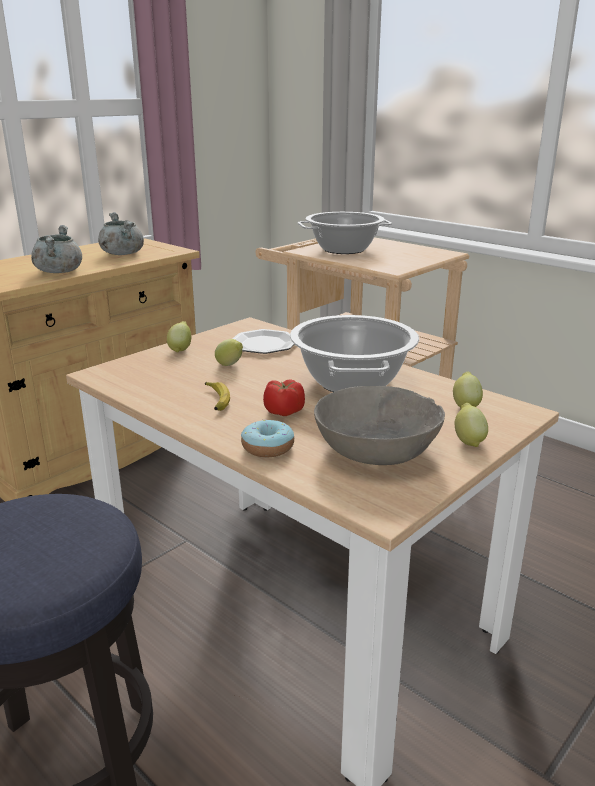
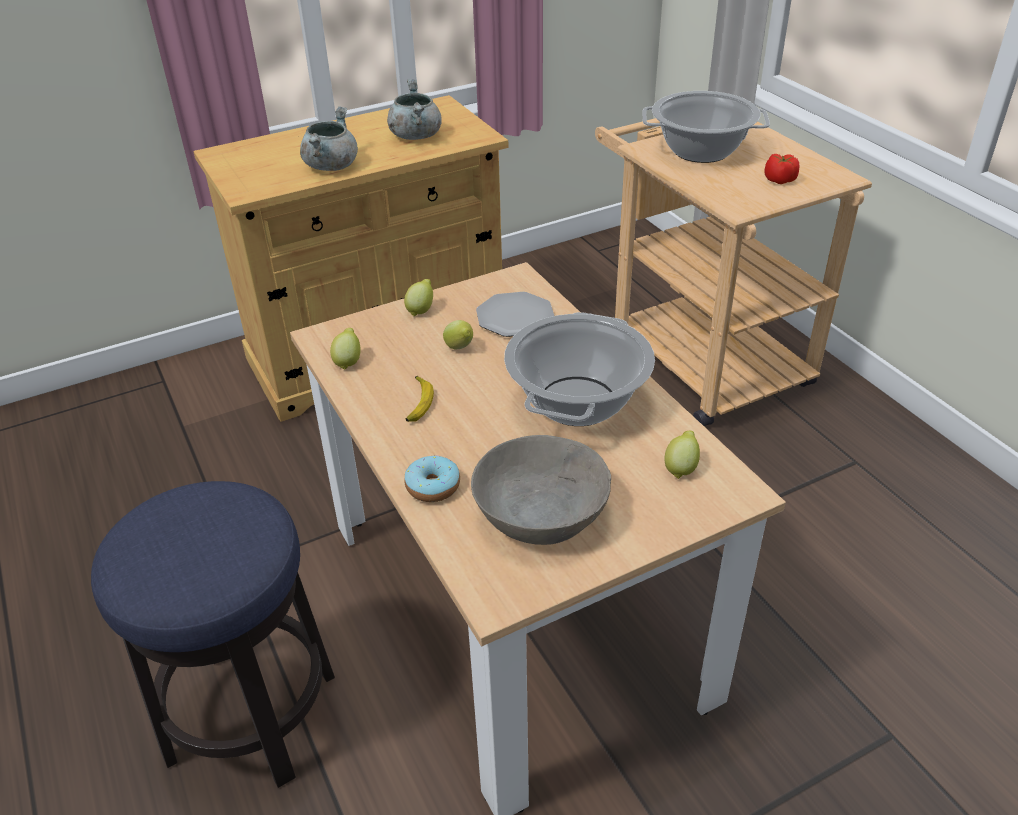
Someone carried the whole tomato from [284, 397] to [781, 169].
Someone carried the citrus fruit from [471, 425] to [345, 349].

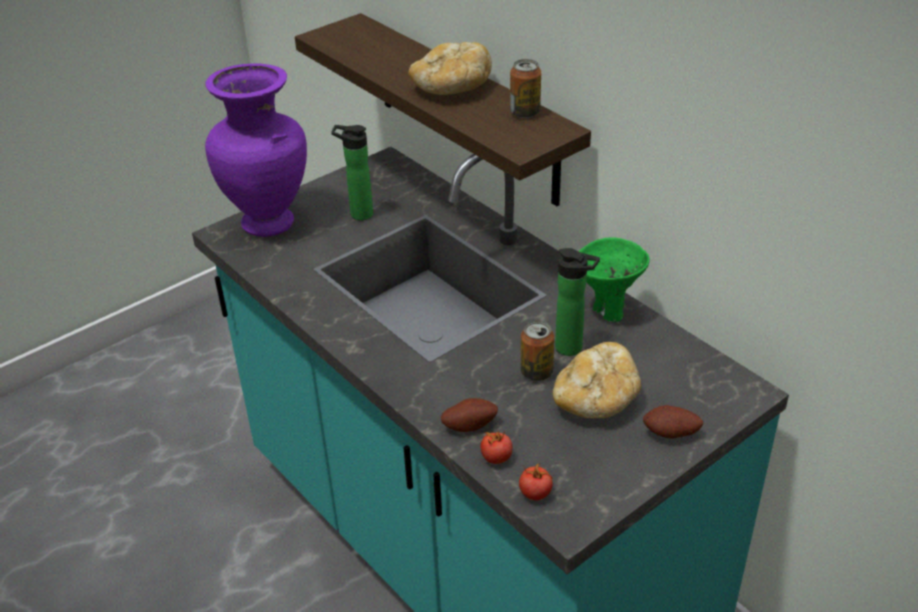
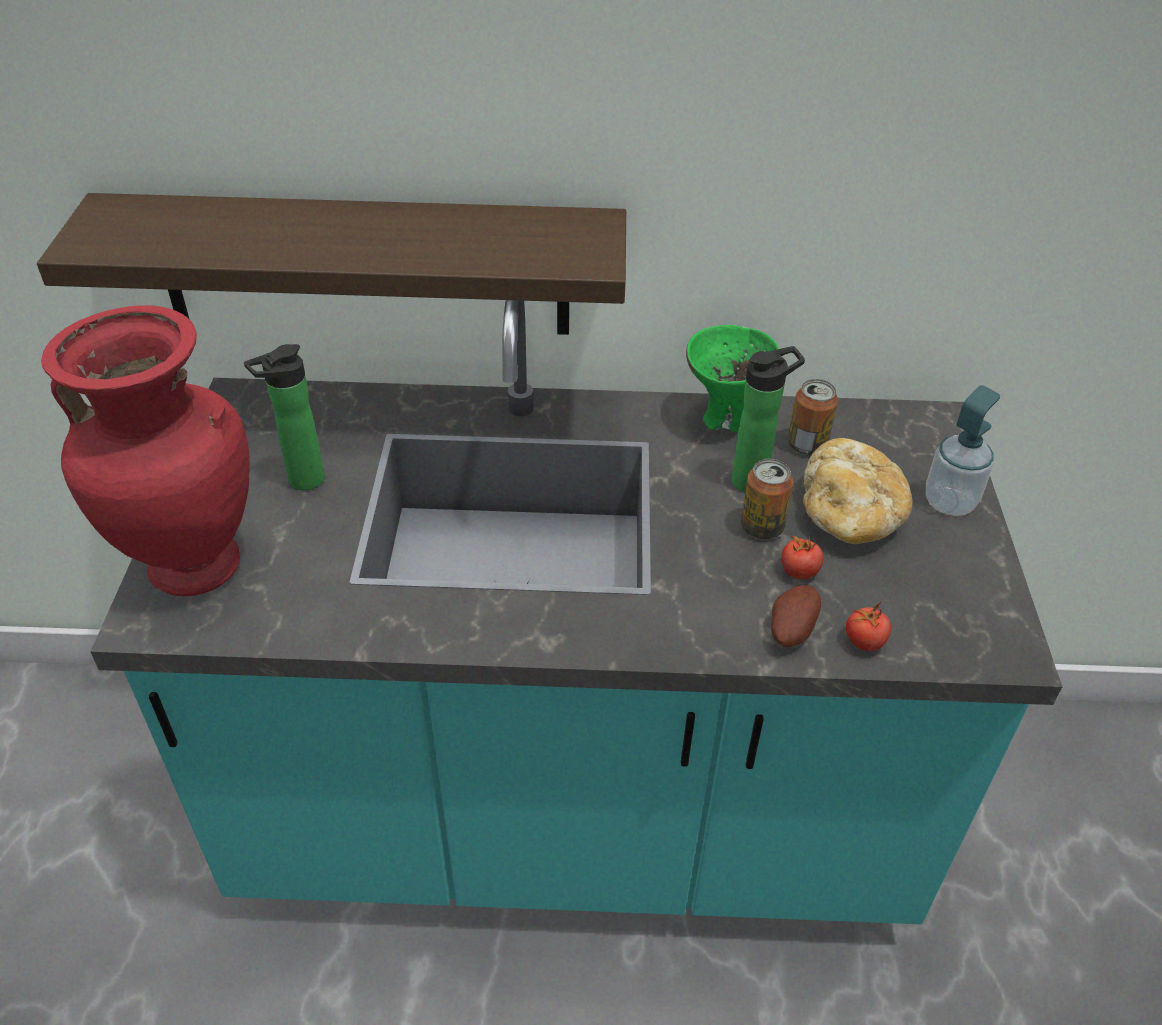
Someone took away the baked bread at [450, 68].
Someone carried the sealed can from [525, 88] to [812, 417].
Someone repainted the flower vase in purple at [256, 150], which became the flower vase in red-coloured at [145, 450].
Someone swapped the spud at [673, 421] for the liquid soap bottle at [963, 450].
Someone carried the whole tomato from [536, 482] to [802, 557].

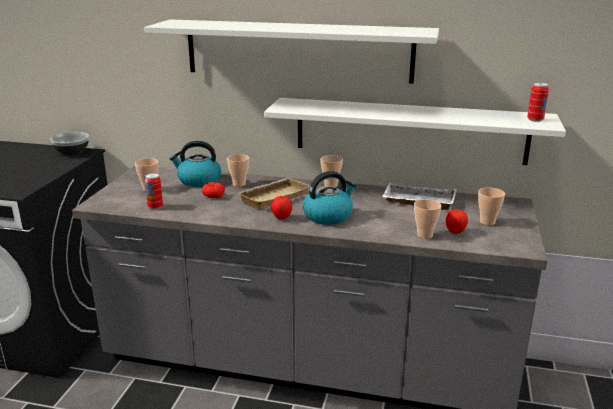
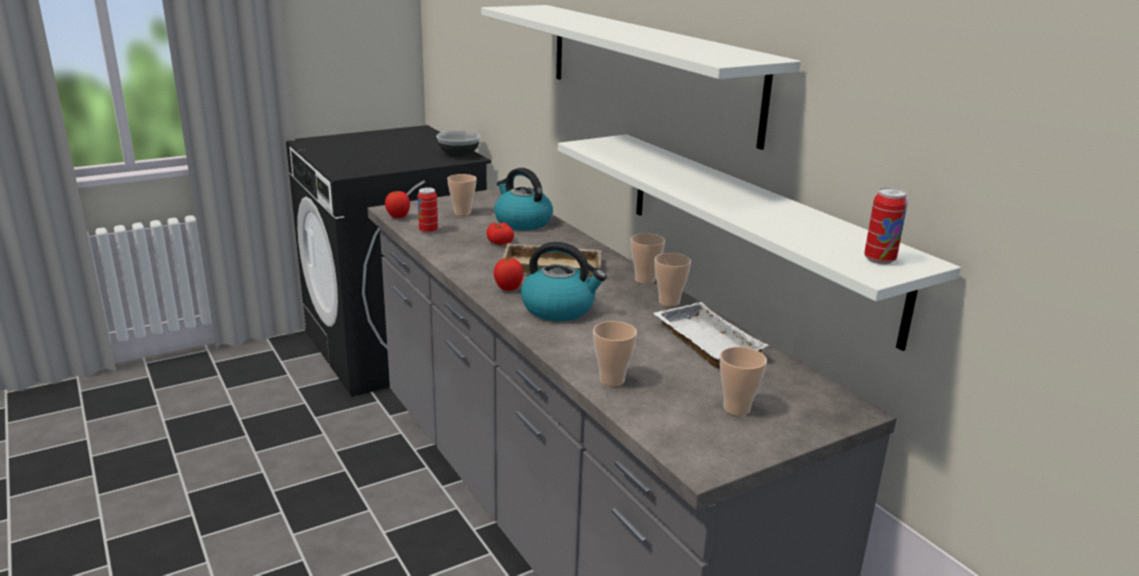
Someone carried the small cup from [238, 170] to [672, 280].
Someone carried the whole tomato from [457, 221] to [397, 204].

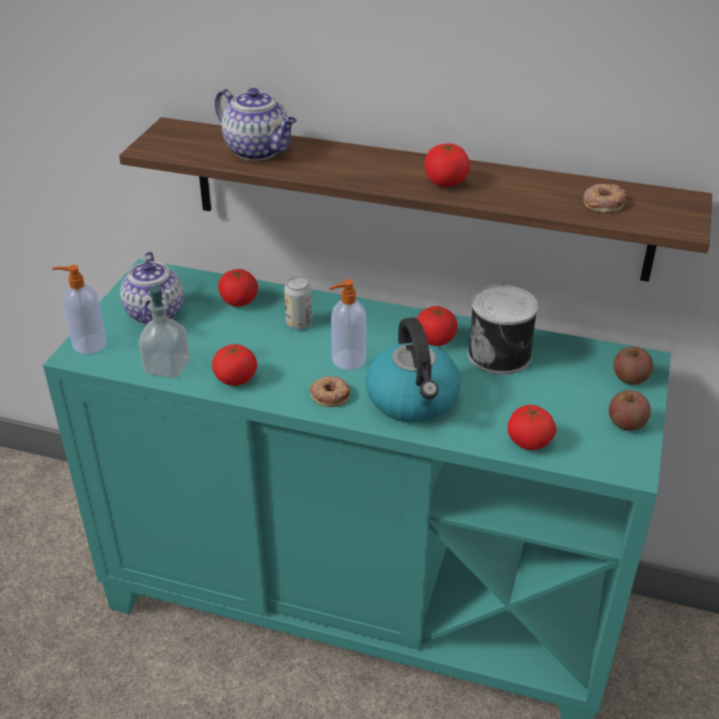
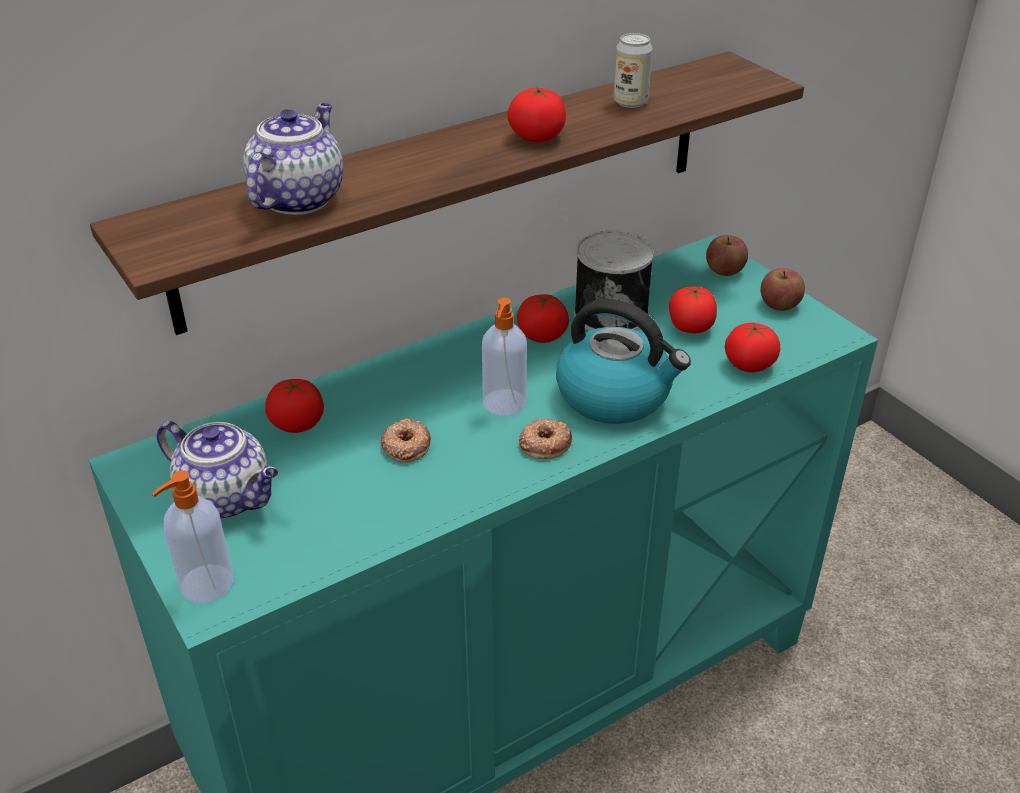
Someone rotated the teapot at [256, 124] by 60 degrees counterclockwise.
Someone carried the doughnut from [605, 198] to [406, 441].
Someone carried the sealed can from [298, 303] to [633, 70].
Someone took away the liquid soap bottle at [164, 331].
Someone carried the whole tomato from [234, 364] to [693, 309].

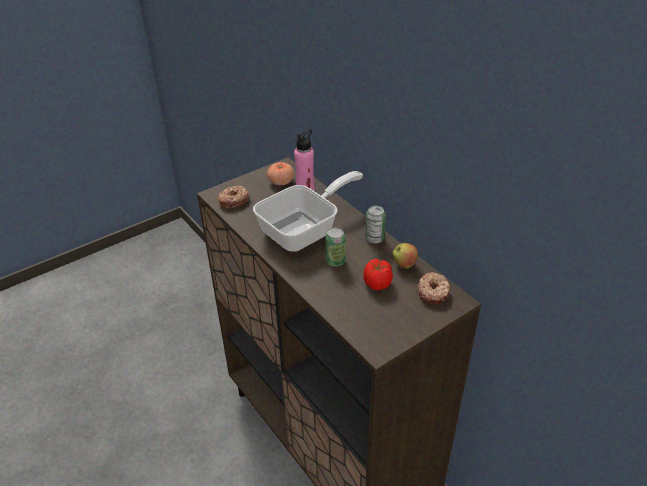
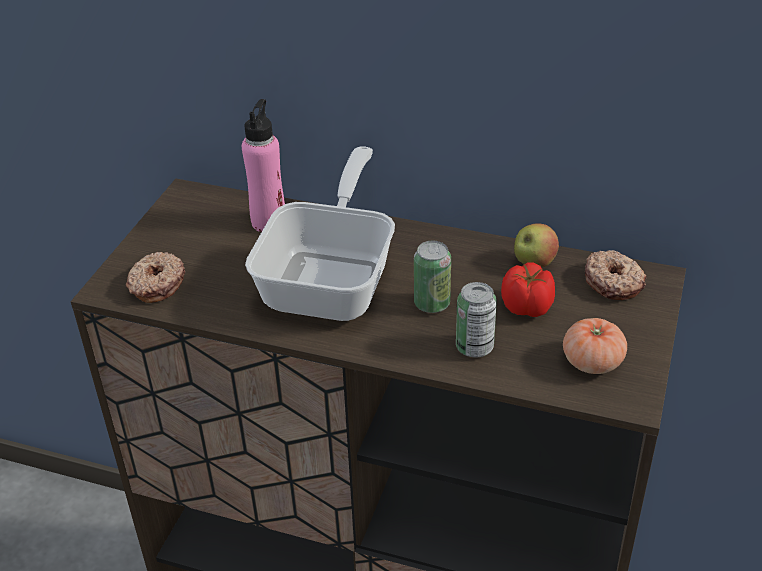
Someone carried the whole tomato from [280, 173] to [595, 346].
Someone carried the sealed can from [375, 225] to [476, 319].

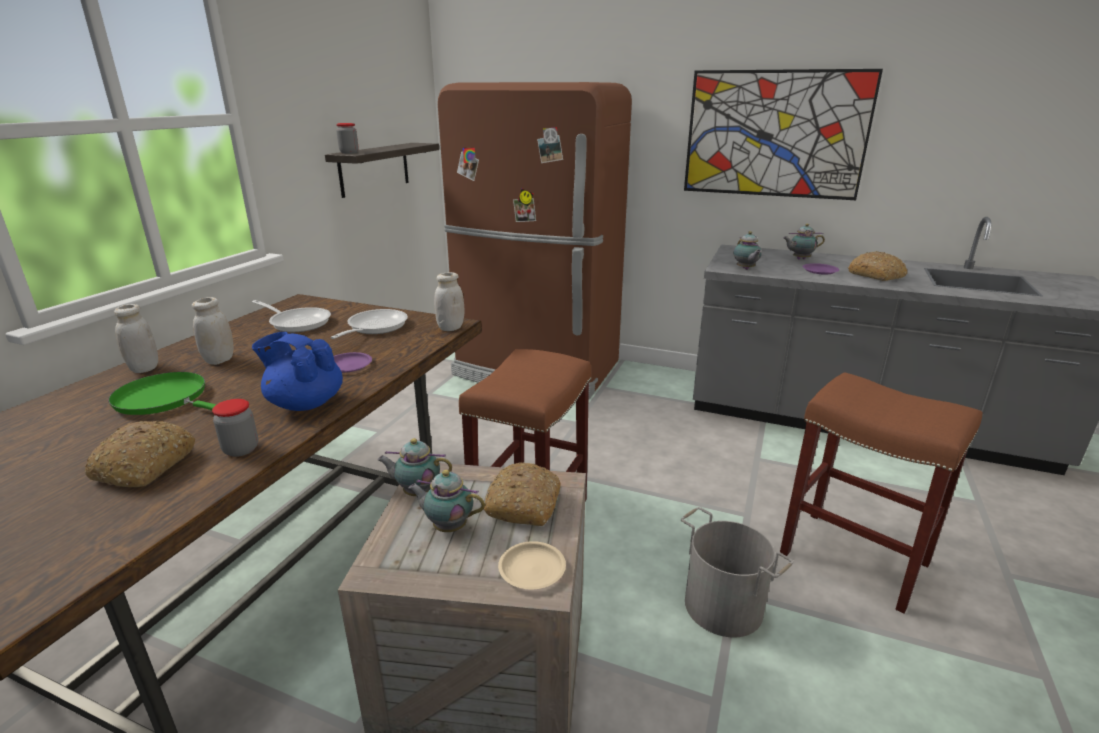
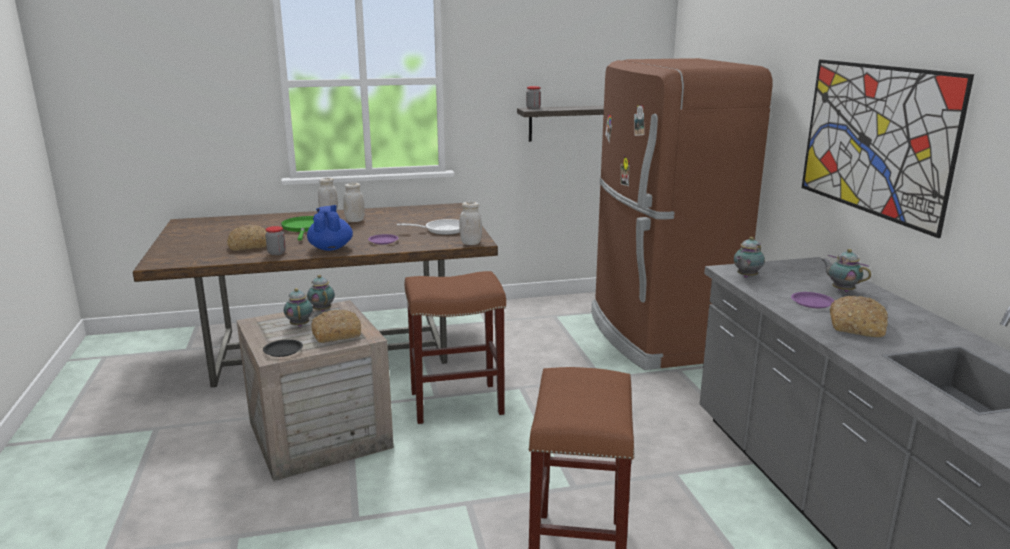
Someone took away the skillet at [291, 316].
Someone took away the water bucket in greyish at [737, 572].
Someone repainted the dinner plate in beige at [532, 565], which became the dinner plate in blackish at [283, 348].

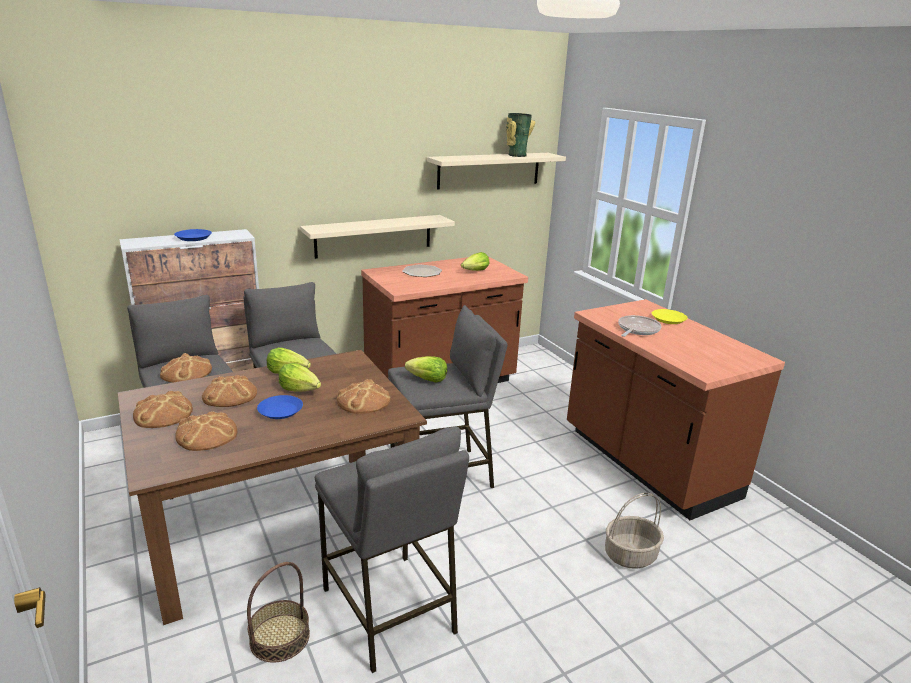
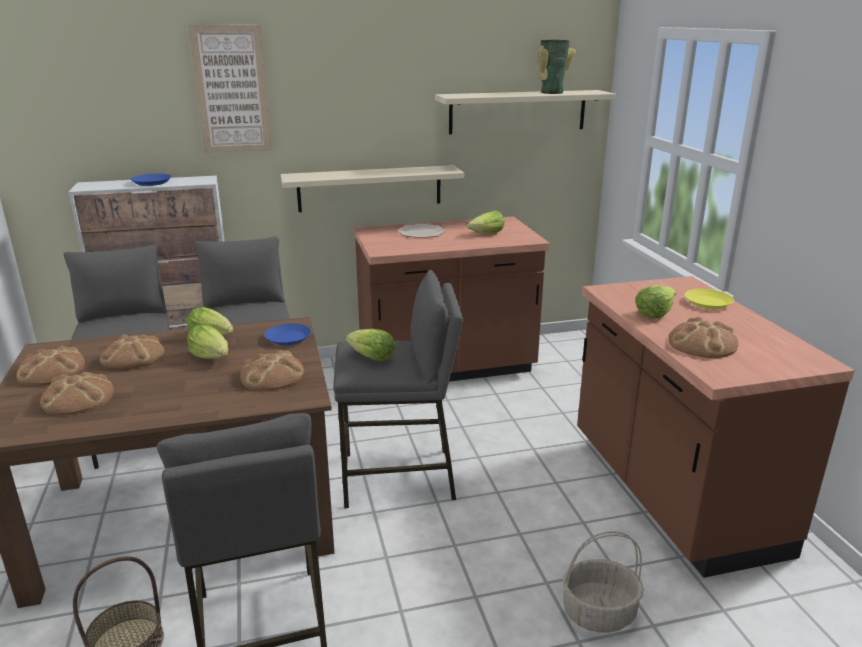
Someone swapped the skillet at [639, 326] for the lettuce head at [655, 301].
Someone carried the baked bread from [186, 368] to [703, 338].
Someone carried the dinner plate in bluish from [280, 407] to [287, 334].
Someone put up the wall picture at [230, 89].

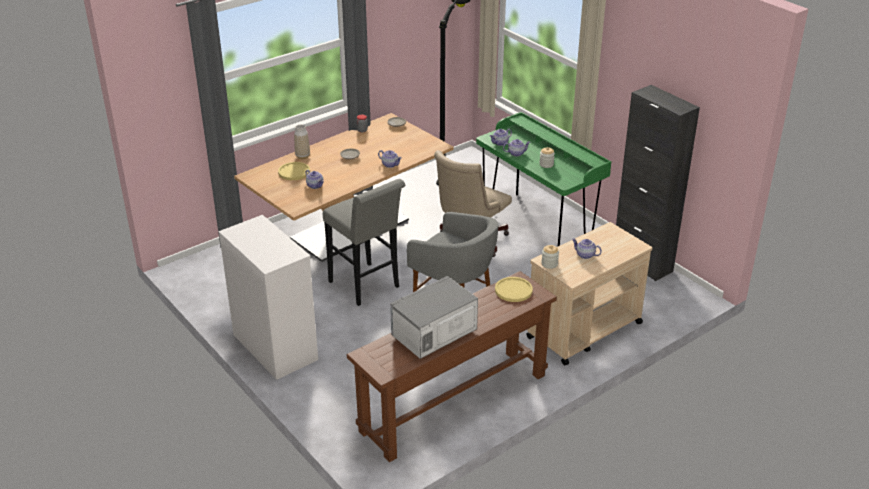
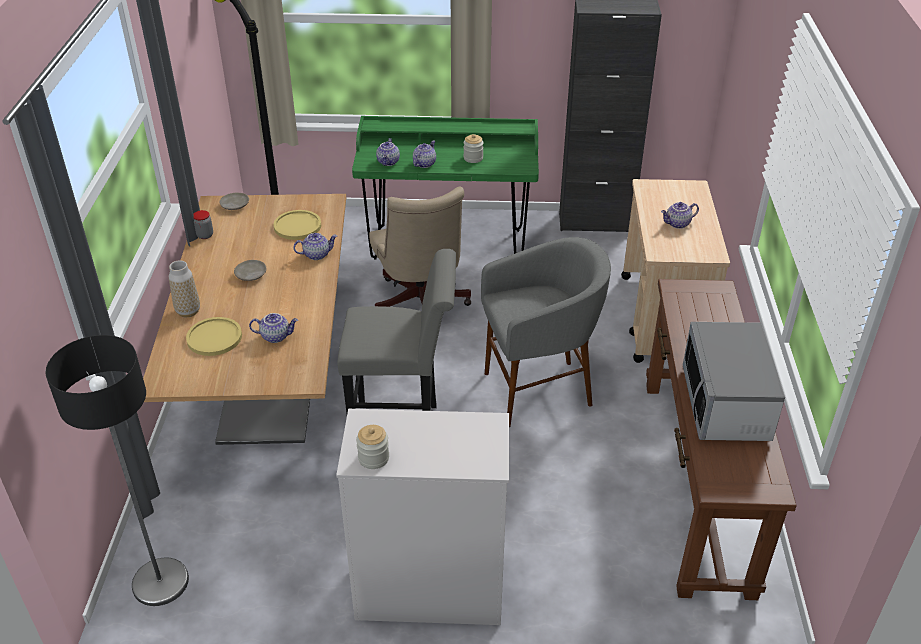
Someone carried the storage jar from [550, 257] to [372, 447].
Someone carried the dinner plate in yellow-coloured from [514, 289] to [297, 225].
Someone put down the standing lamp at [117, 470].

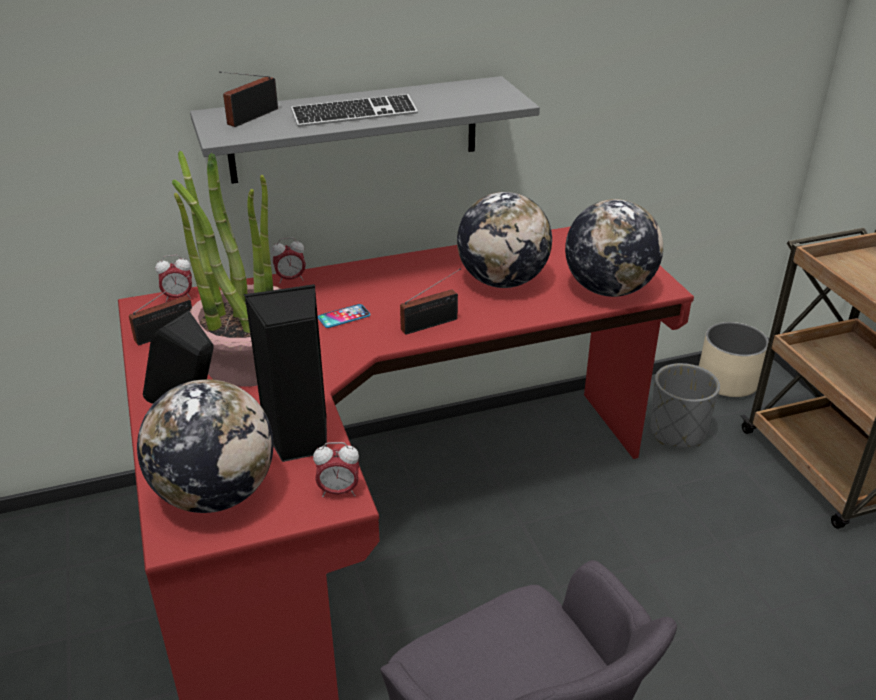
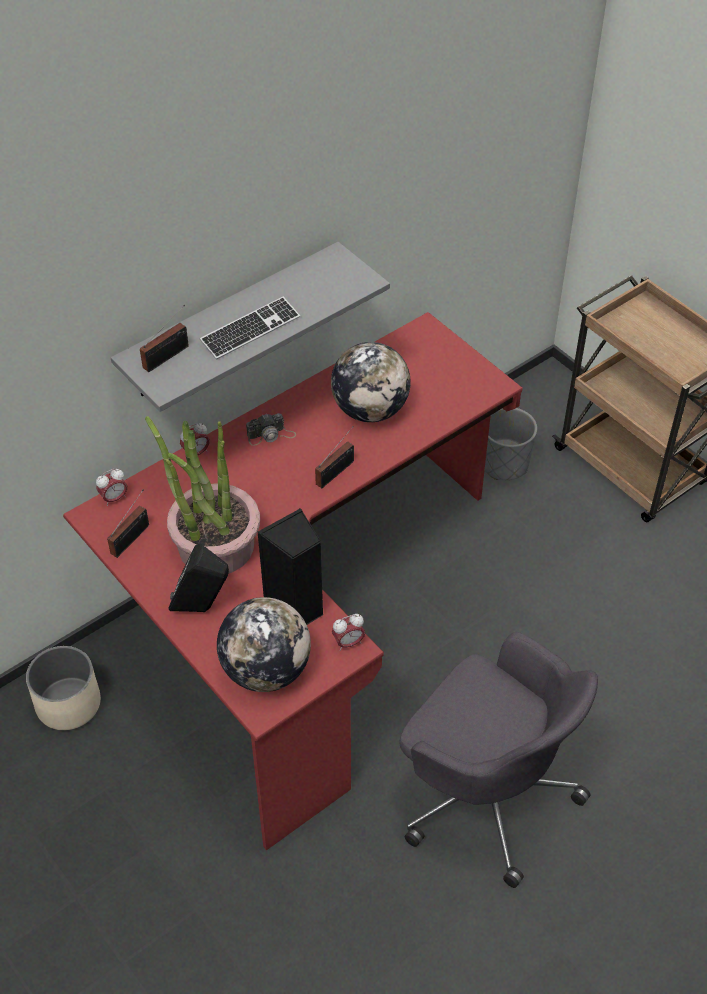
Someone rotated the radio receiver at [248, 99] by 150 degrees counterclockwise.
Someone took away the world globe at [614, 248].
Someone took away the phone at [344, 316].
Someone carried the flower pot in beige from [734, 360] to [63, 688].
Someone put down the still camera at [271, 429].

